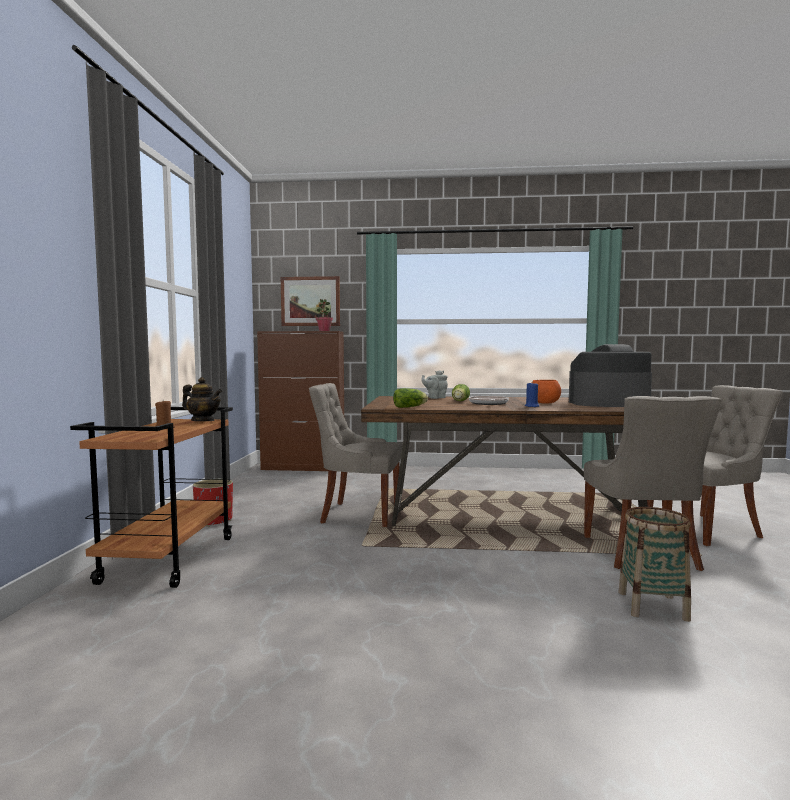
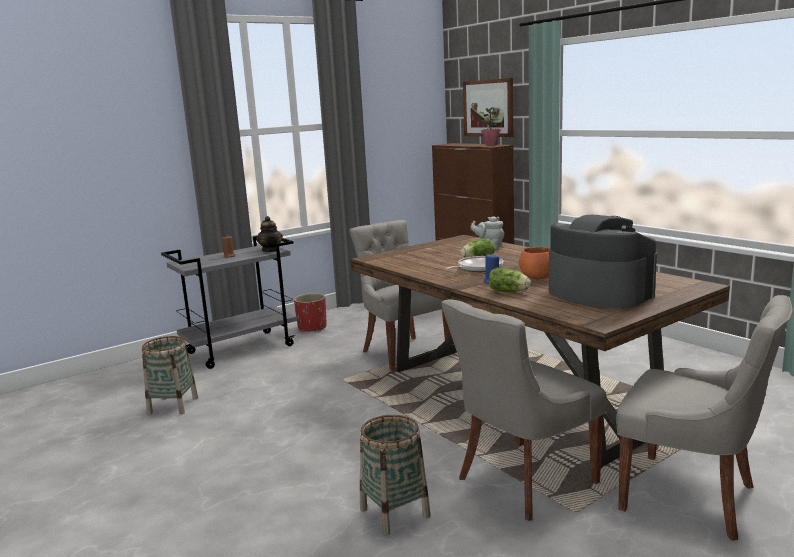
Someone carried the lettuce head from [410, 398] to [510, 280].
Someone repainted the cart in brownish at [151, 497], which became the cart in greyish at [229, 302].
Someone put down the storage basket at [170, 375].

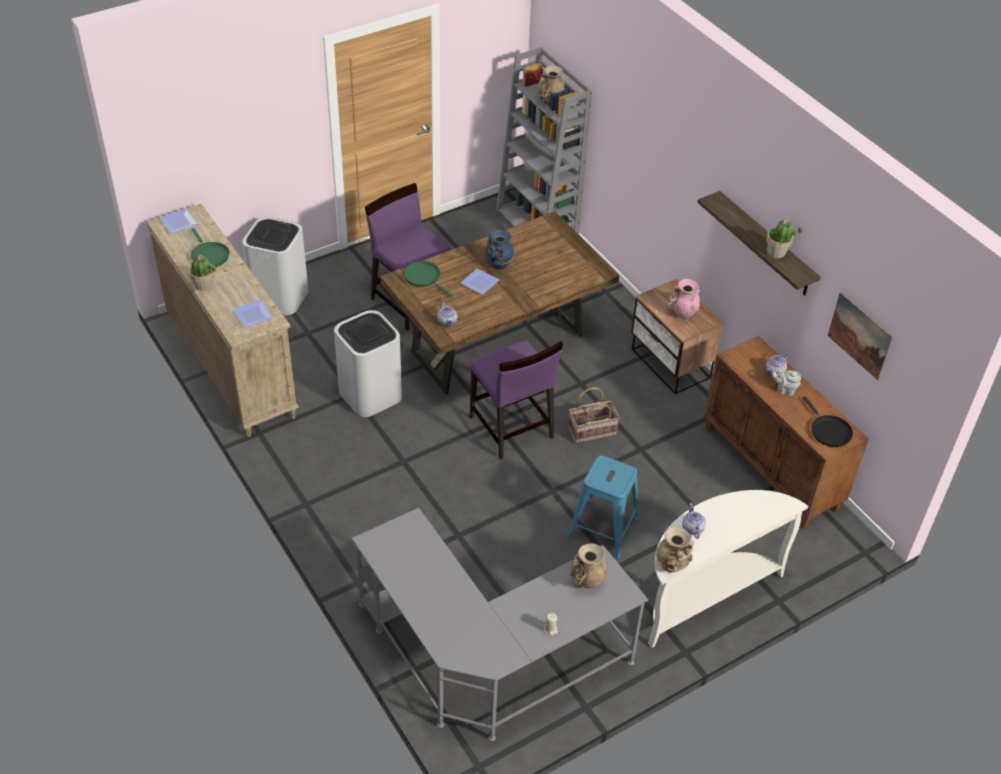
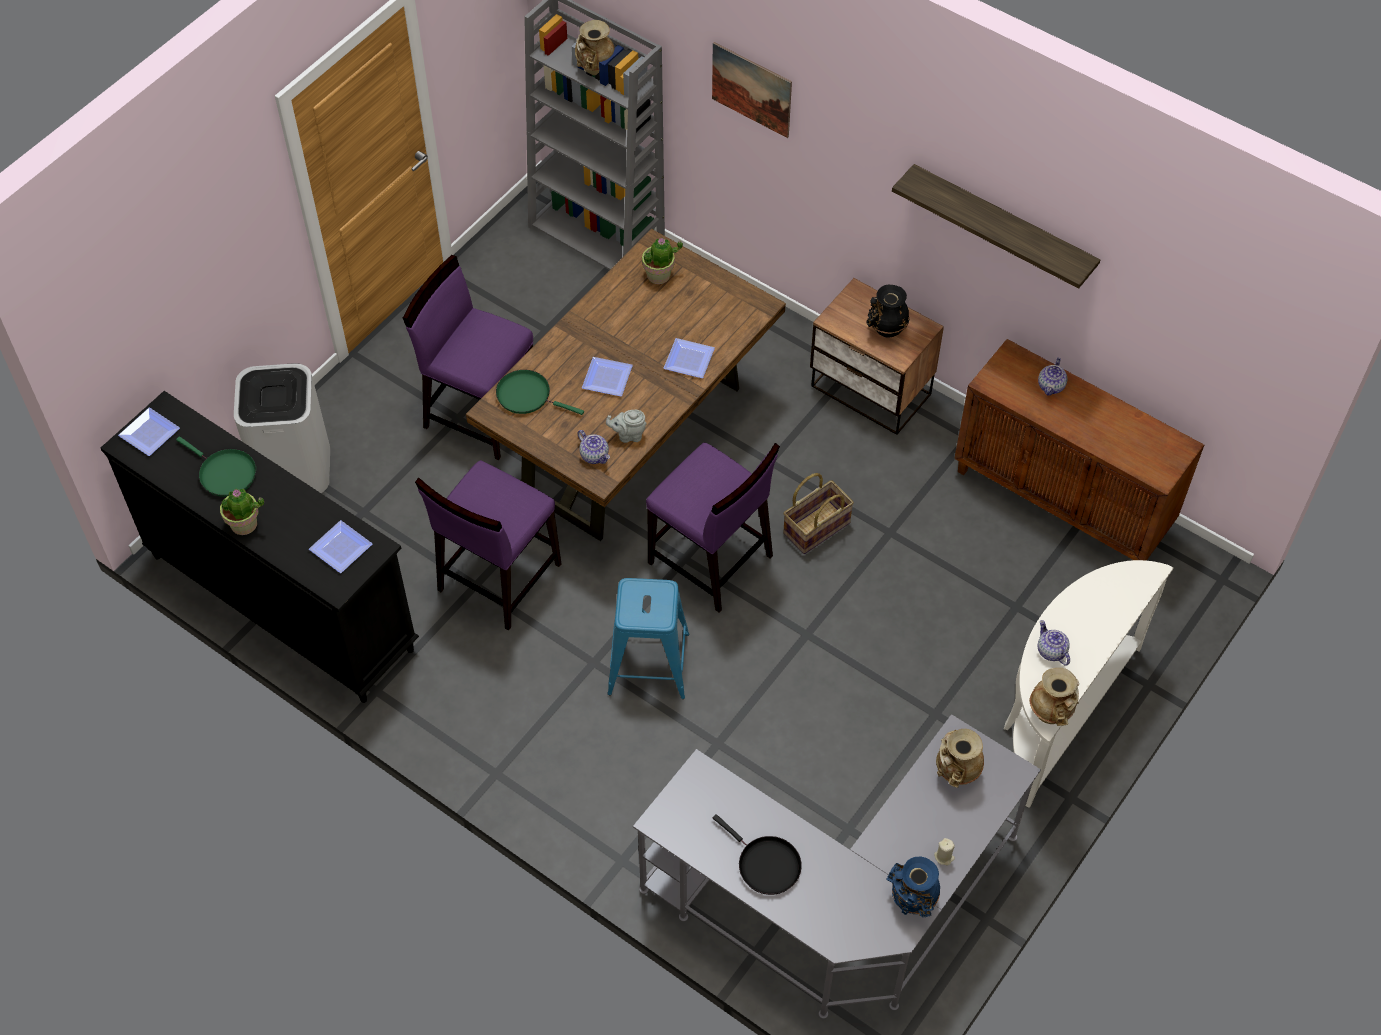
Someone repainted the chest of drawers in beige at [223, 320], which became the chest of drawers in blackish at [260, 547].
Someone carried the houseplant from [784, 238] to [662, 260].
Someone carried the flower vase in bluish from [500, 249] to [913, 887].
Someone repainted the flower vase in pink-coloured at [684, 299], which became the flower vase in blackish at [887, 311].
Someone carried the wall picture from [860, 336] to [752, 90].
Someone swapped the trash can in white-coloured at [368, 363] for the chair in purple at [488, 545].
Someone carried the teapot in greyish from [786, 382] to [626, 426].
Someone carried the skillet in blackish from [828, 421] to [757, 854].
Someone carried the stool in bluish from [603, 507] to [648, 638].
Someone put down the dinner plate at [689, 358].

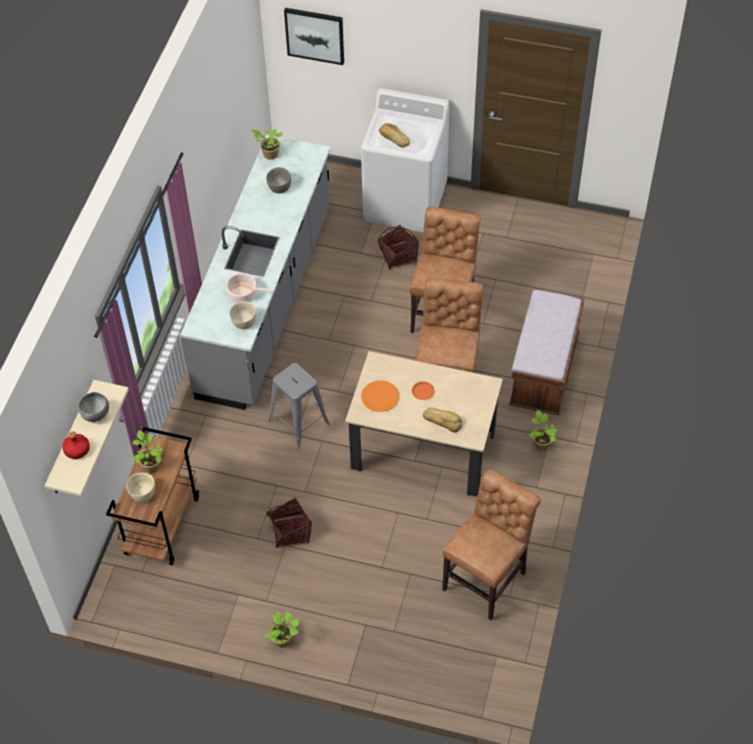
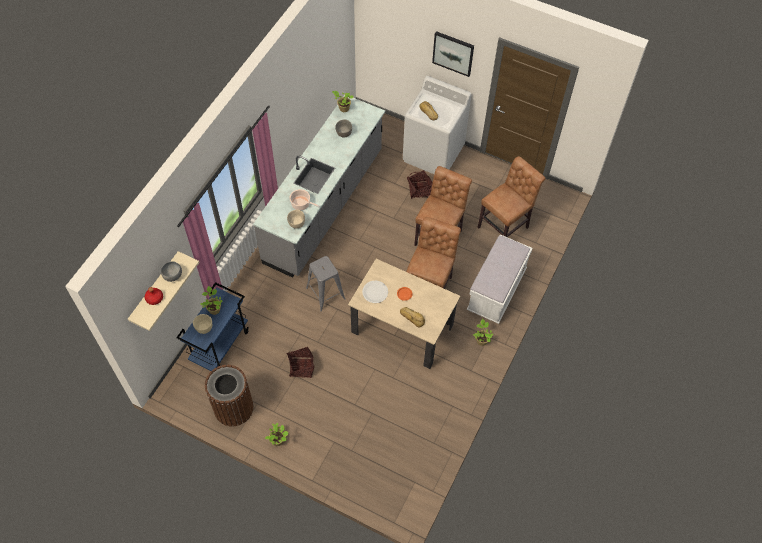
Someone carried the wall picture from [314, 36] to [453, 54].
Someone repainted the bench in brownish at [547, 352], which became the bench in white-coloured at [500, 279].
Someone repainted the dinner plate in orange-coloured at [380, 396], which became the dinner plate in white-coloured at [375, 292].
Someone repainted the cart in brownish at [152, 496], which became the cart in bluish at [212, 327].
Someone carried the chair in brownish from [491, 544] to [512, 196].
Someone put down the trash can in brownish at [229, 396].

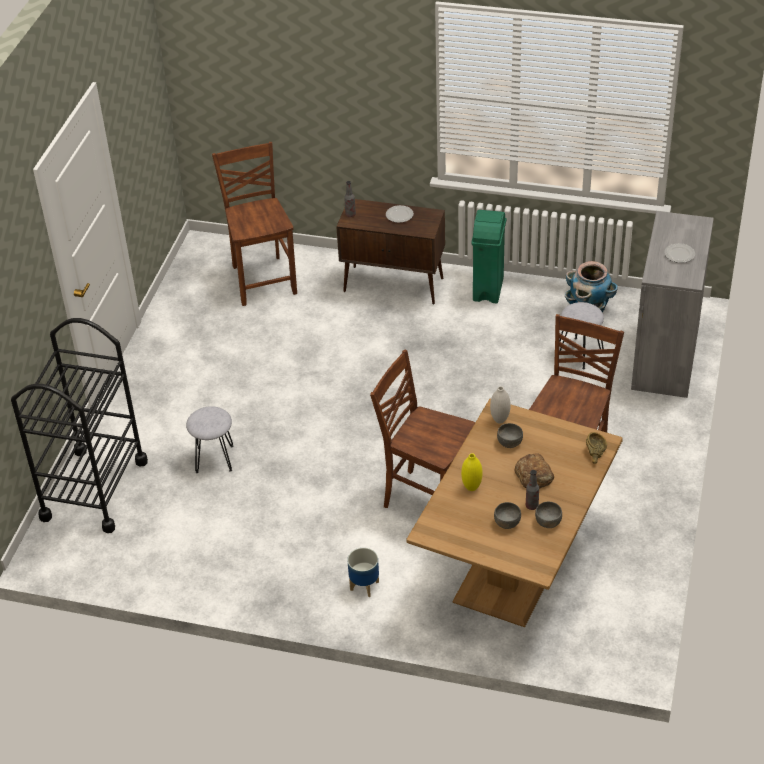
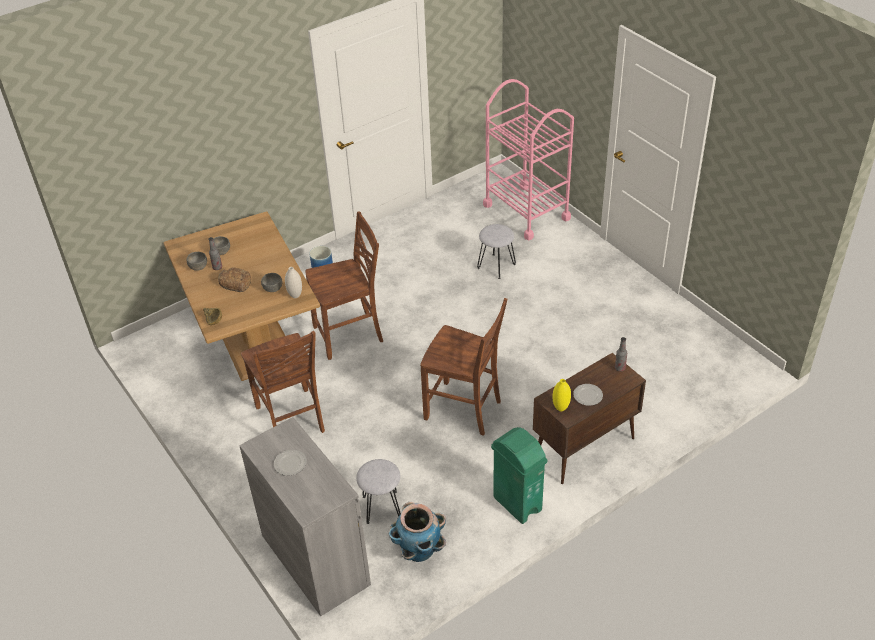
Someone carried the chair in brownish from [254, 224] to [463, 367].
Someone repainted the cart in blackish at [79, 425], which became the cart in pink-coloured at [528, 159].
Someone carried the flower vase in yellow-coloured from [472, 472] to [561, 395].

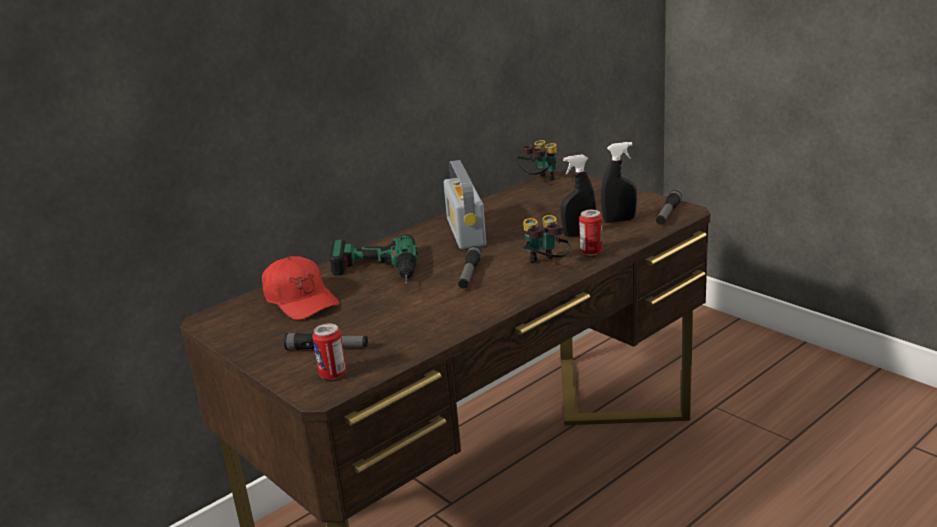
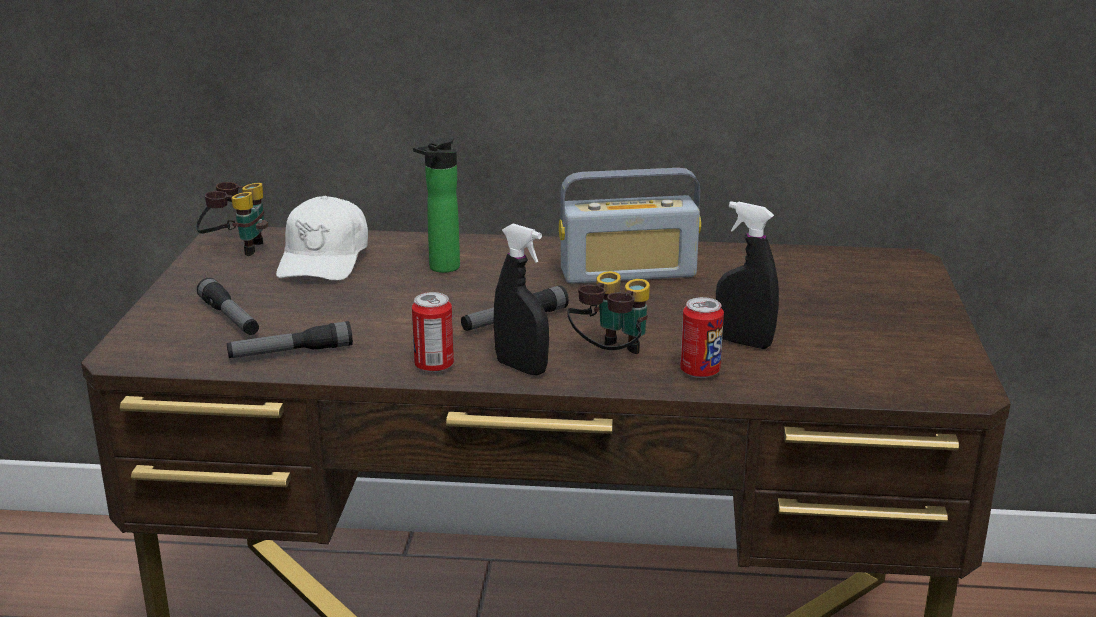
Someone carried the binoculars from [537, 160] to [232, 219].
Someone carried the hand sprayer in blackish from [619, 182] to [521, 299].
Someone rotated the radio receiver at [465, 204] by 135 degrees counterclockwise.
Someone carried the flashlight from [669, 207] to [290, 339].
Someone swapped the electric drill at [373, 259] for the drink bottle at [436, 205].
Someone repainted the peaked cap in red-coloured at [301, 288], which became the peaked cap in white-coloured at [322, 238].
Someone carried the sealed can from [329, 351] to [433, 332].

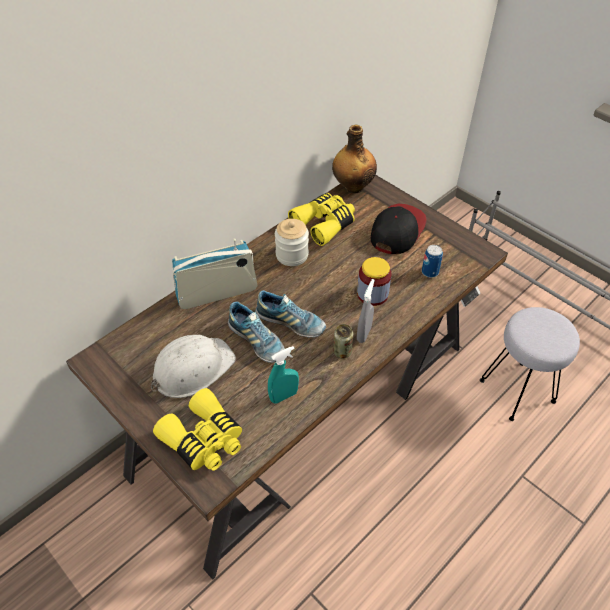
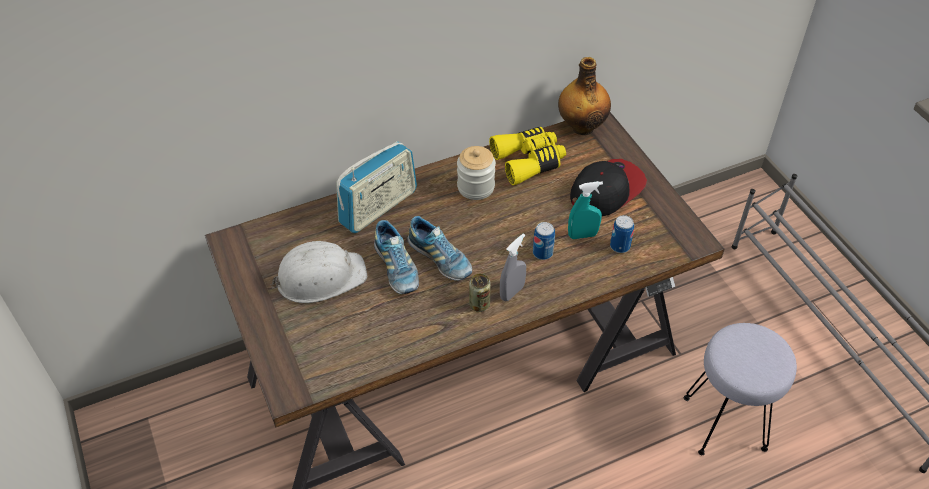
Someone rotated the radio receiver at [215, 273] by 135 degrees clockwise.
Someone swapped the storage jar at [374, 281] for the sealed can at [544, 241].
Someone carried the hand sprayer in turquoise-coloured from [283, 375] to [585, 210].
Someone took away the binoculars in yellow-coloured at [197, 429].

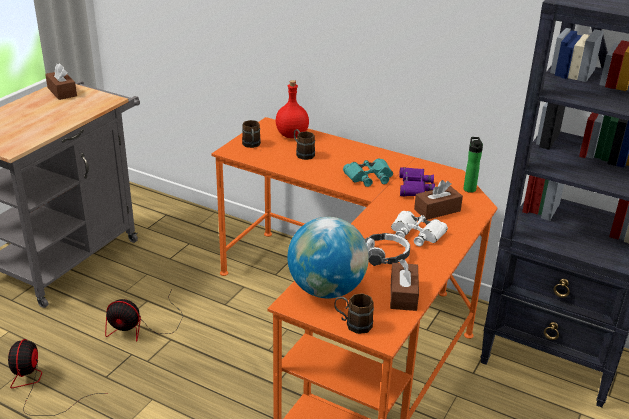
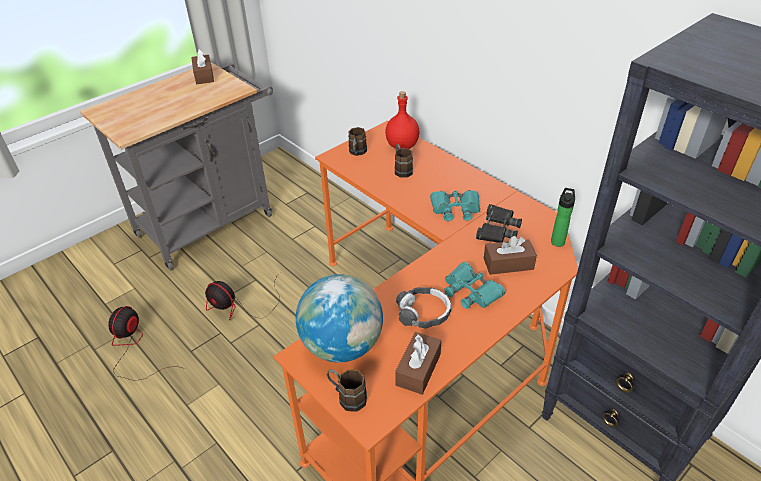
Someone repainted the binoculars in purple at [417, 181], which became the binoculars in blackish at [499, 223].
Someone repainted the binoculars in white-coloured at [419, 228], which became the binoculars in turquoise-coloured at [474, 285].

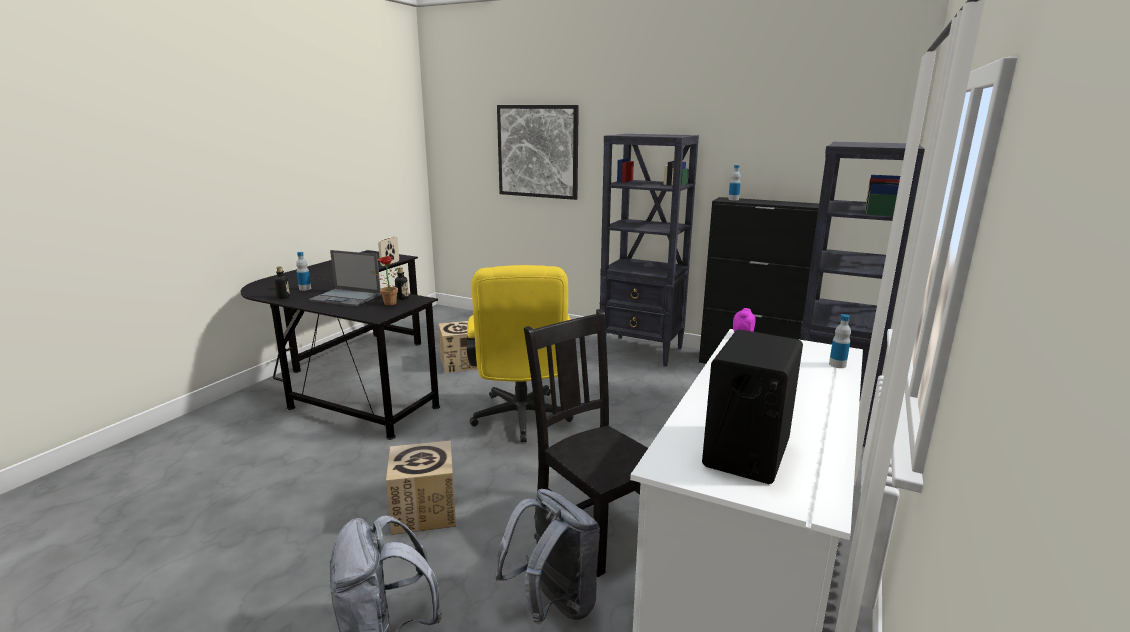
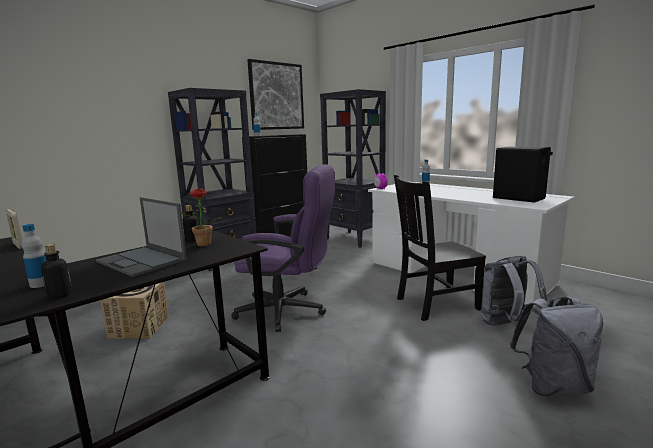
Someone carried the wall picture from [538, 152] to [275, 94].
Someone rotated the portable computer at [345, 278] by 90 degrees clockwise.
Someone repainted the office chair in yellow-coloured at [520, 353], which became the office chair in purple at [283, 248].
Someone took away the carton at [421, 487].

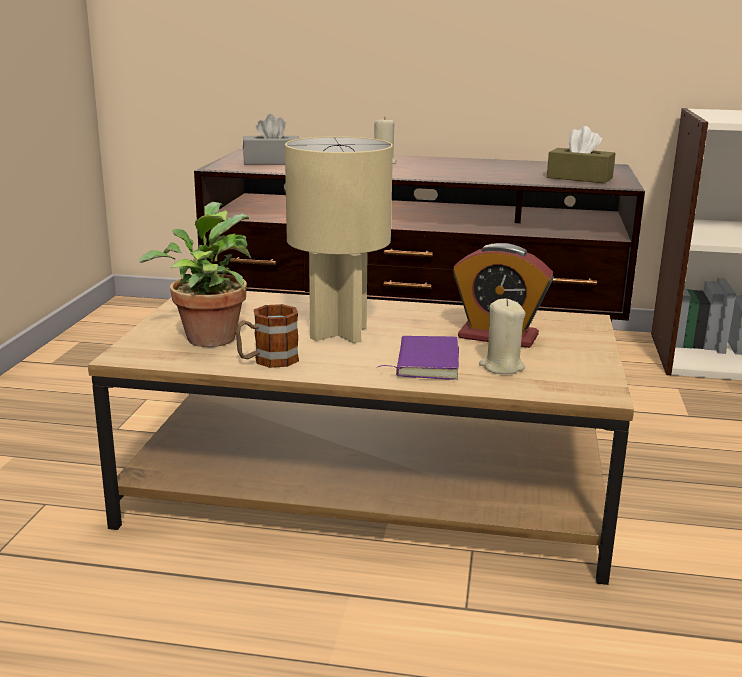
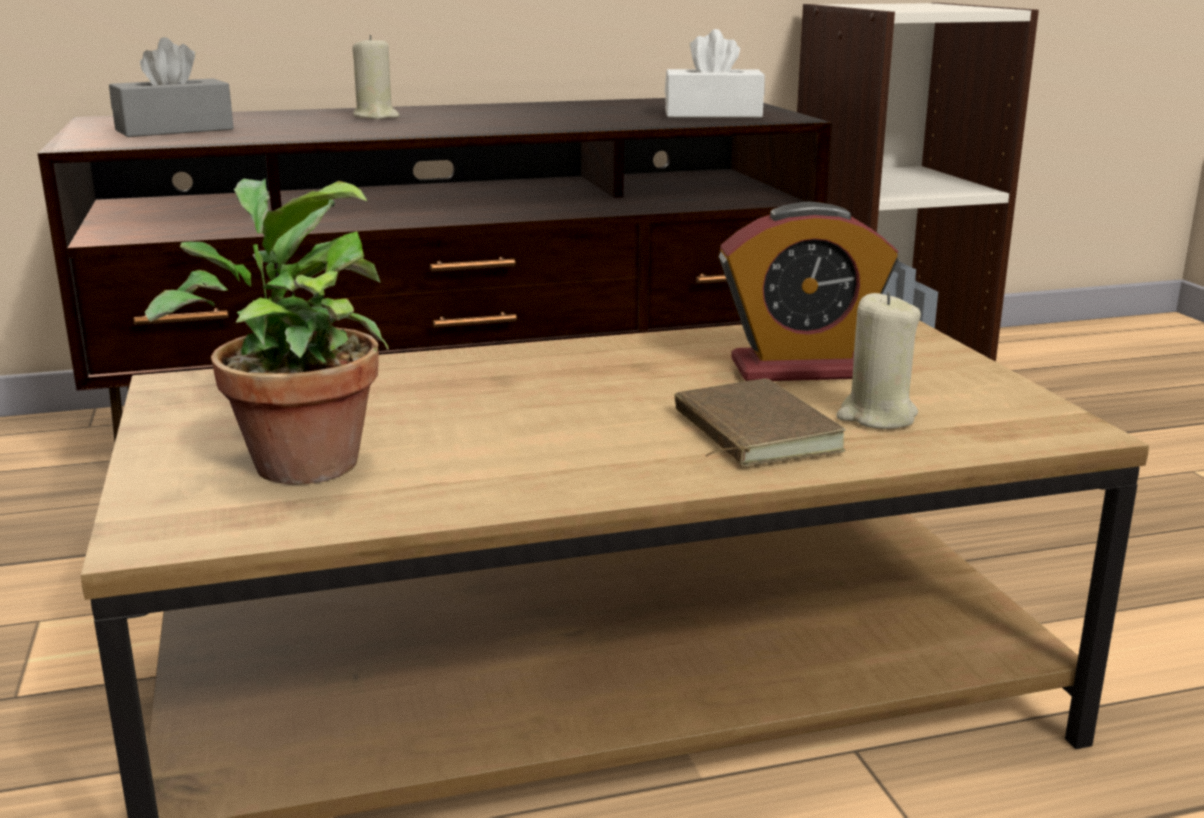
Someone repainted the tissue holder in brownish at [581, 155], which became the tissue holder in white-coloured at [715, 73].
Someone took away the lamp for a table in beige at [339, 239].
Someone took away the mug at [267, 336].
Someone repainted the volume in purple at [417, 358], which became the volume in brownish at [760, 422].

